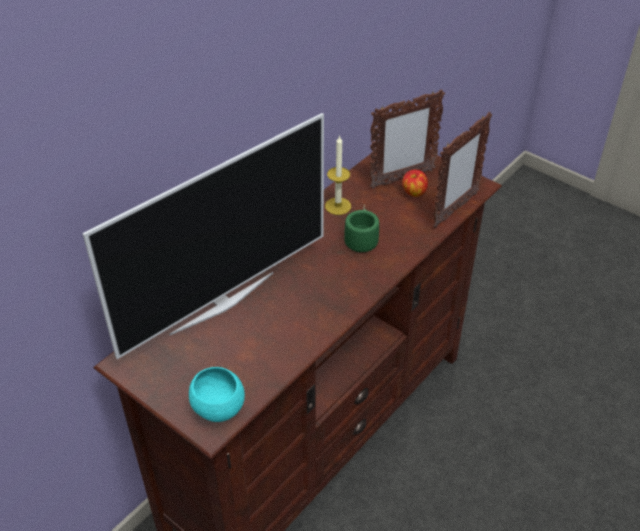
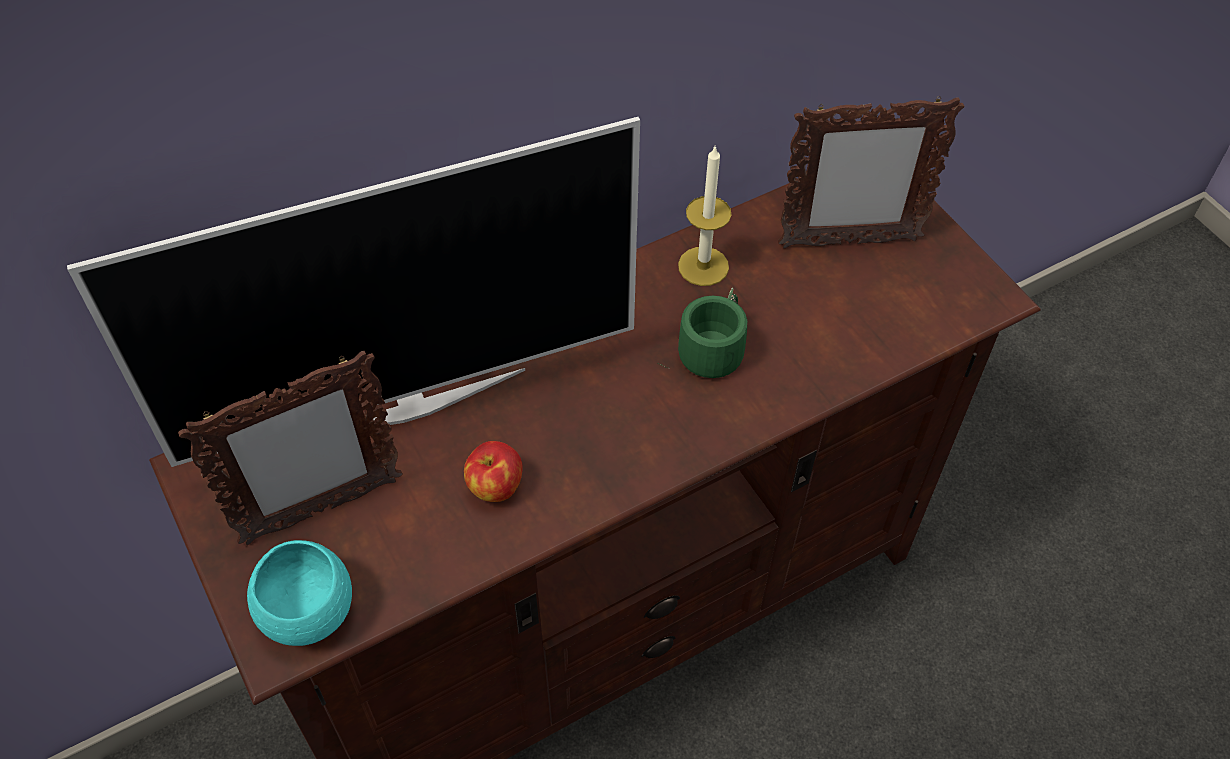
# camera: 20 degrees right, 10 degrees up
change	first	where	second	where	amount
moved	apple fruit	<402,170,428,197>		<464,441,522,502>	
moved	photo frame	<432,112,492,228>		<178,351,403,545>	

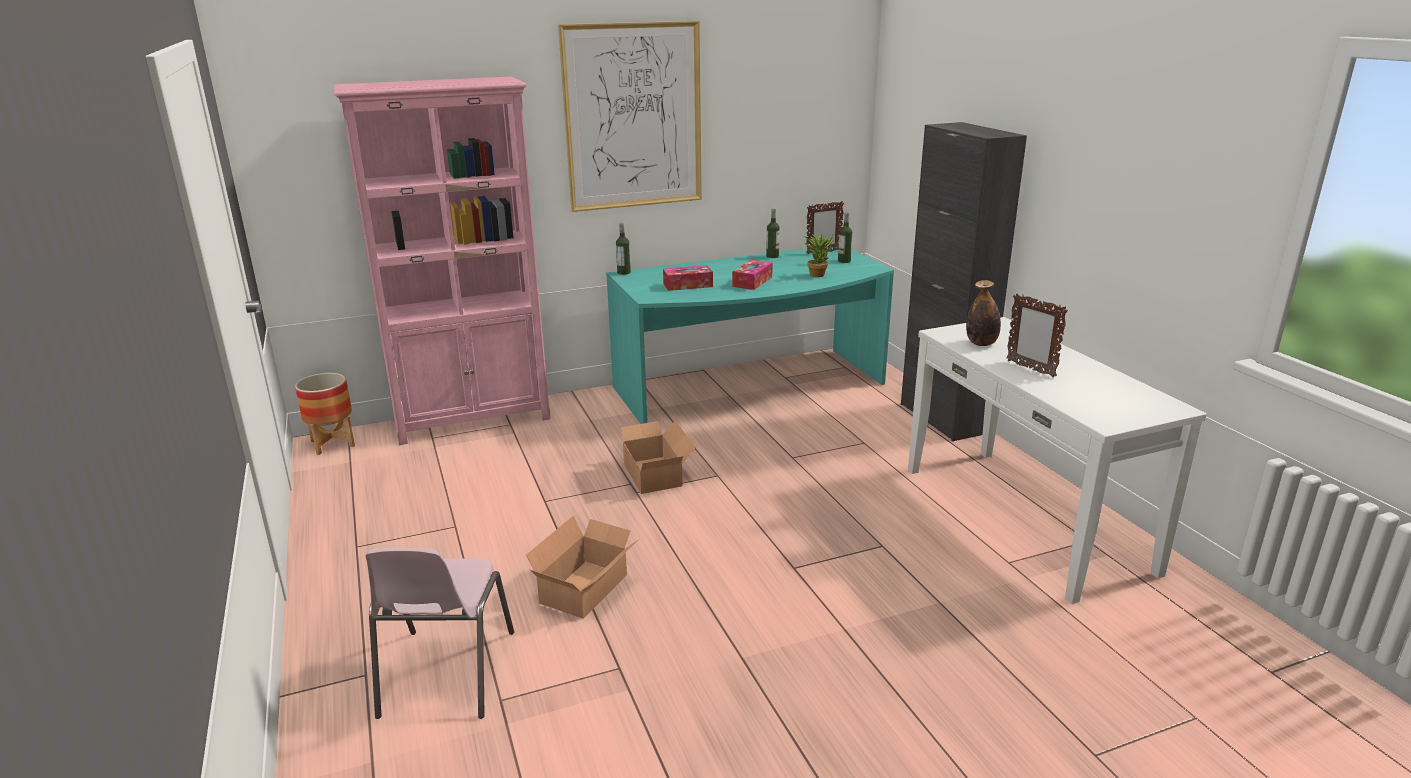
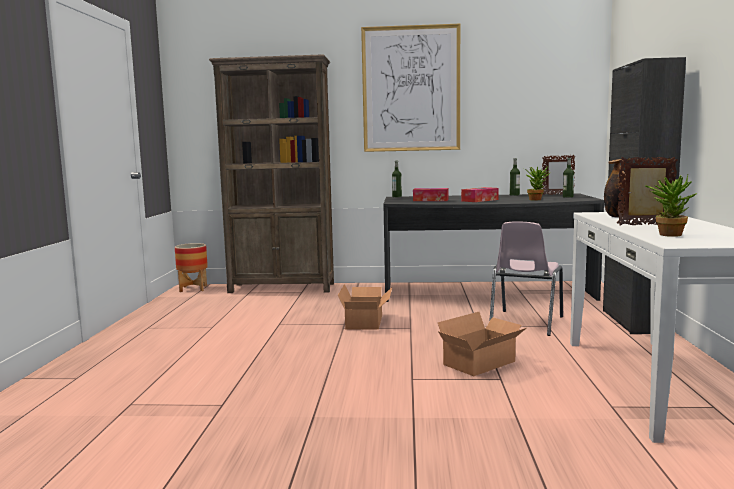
# camera: 25 degrees right, 15 degrees down
change	first	where	second	where	amount
recoloured	pink-coloured bookshelf	<333,77,550,445>	brownish bookshelf	<209,54,334,293>	
moved	pink-coloured chair	<365,548,514,719>		<489,221,563,336>	
moved	packing box	<526,515,638,619>		<437,312,526,376>	
recoloured	blue-green desk table	<606,247,894,424>	grey desk table	<383,193,604,302>	
turned	photo frame	<1006,293,1068,378>		<617,157,678,226>	105 degrees clockwise
added			plant in a pot	<645,175,697,237>	

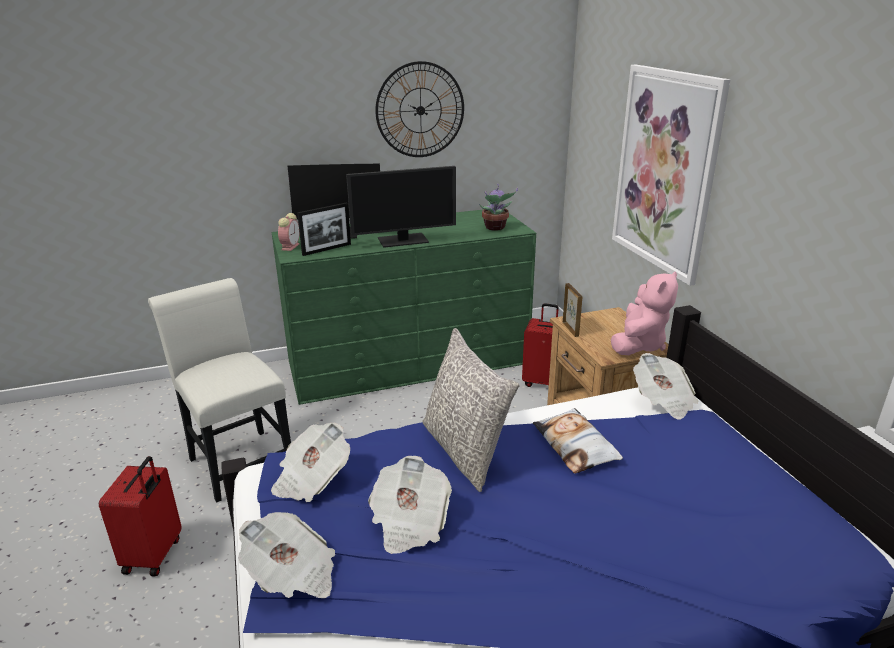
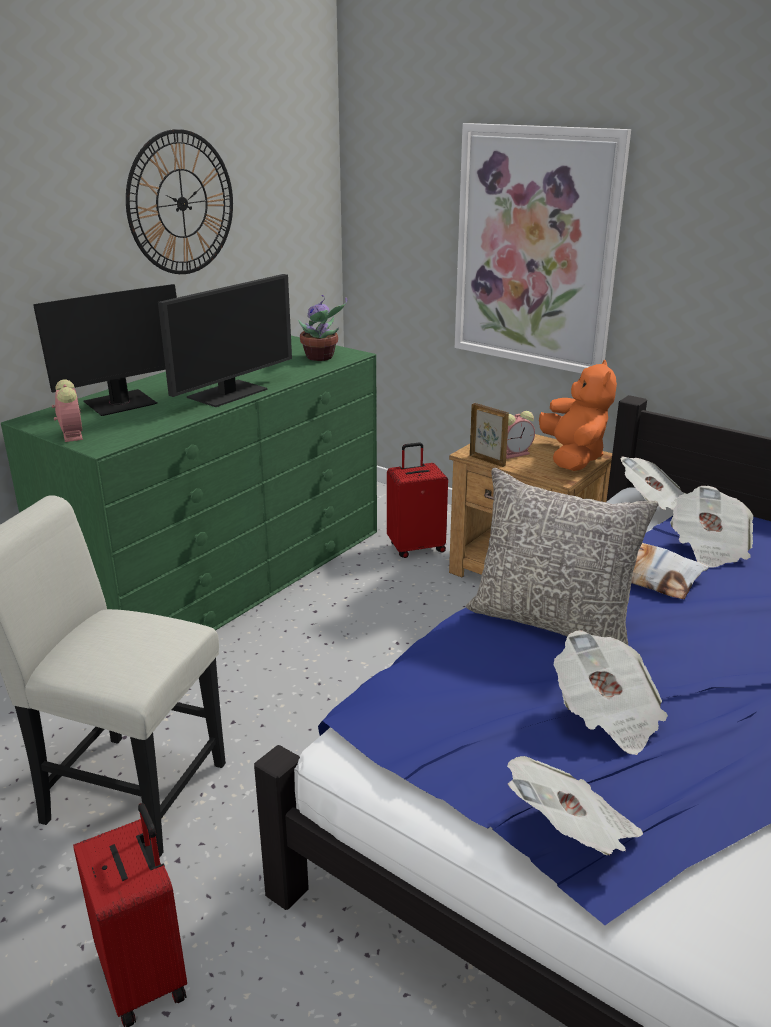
# camera: 35 degrees left, 0 degrees up
change	first	where	second	where	amount
moved	daily paper	<271,423,350,502>		<671,486,753,568>	
removed	photo frame	<297,203,351,256>			
recoloured	pink-coloured cuddly toy	<611,271,678,355>	orange-coloured cuddly toy	<539,360,617,471>	
added			table clock	<506,411,535,459>	

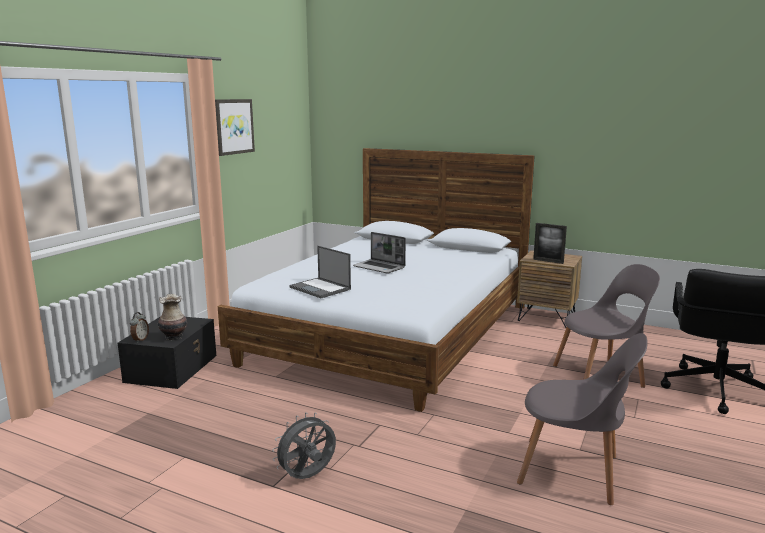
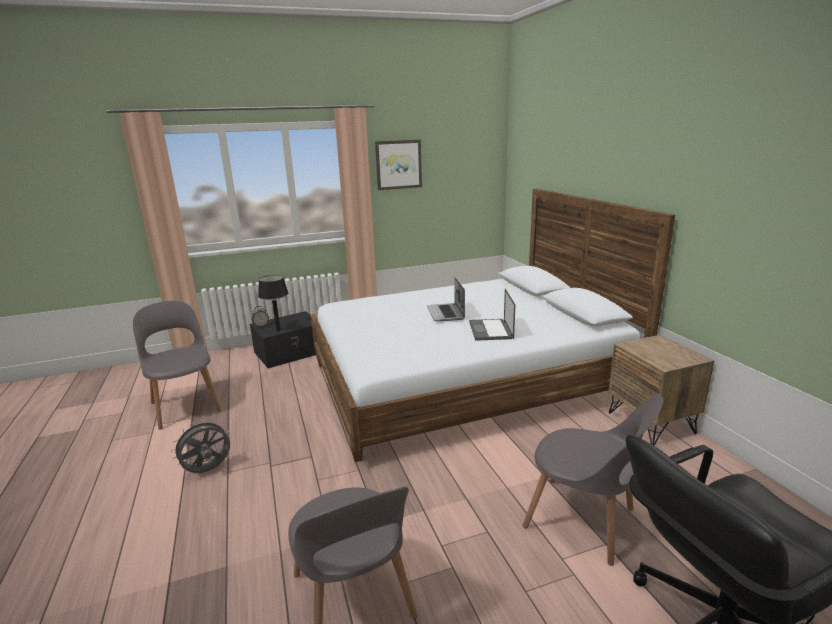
# camera: 45 degrees right, 5 degrees up
change	first	where	second	where	amount
replaced	flower vase	<158,294,187,340>	black-coloured lamp for a table	<258,275,288,331>	
turned	grey fan	<272,412,336,479>		<171,419,230,473>	45 degrees counterclockwise
moved	laptop	<289,246,351,298>		<469,289,515,341>	
removed	photo frame	<533,223,567,264>			
added			grey chair	<133,301,222,430>	

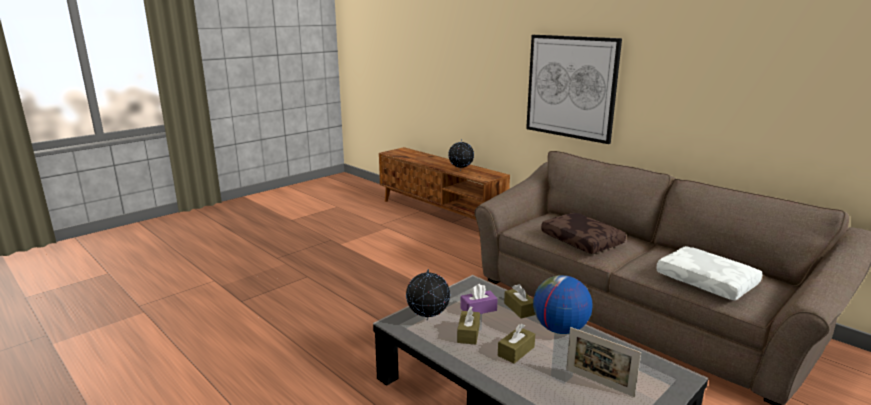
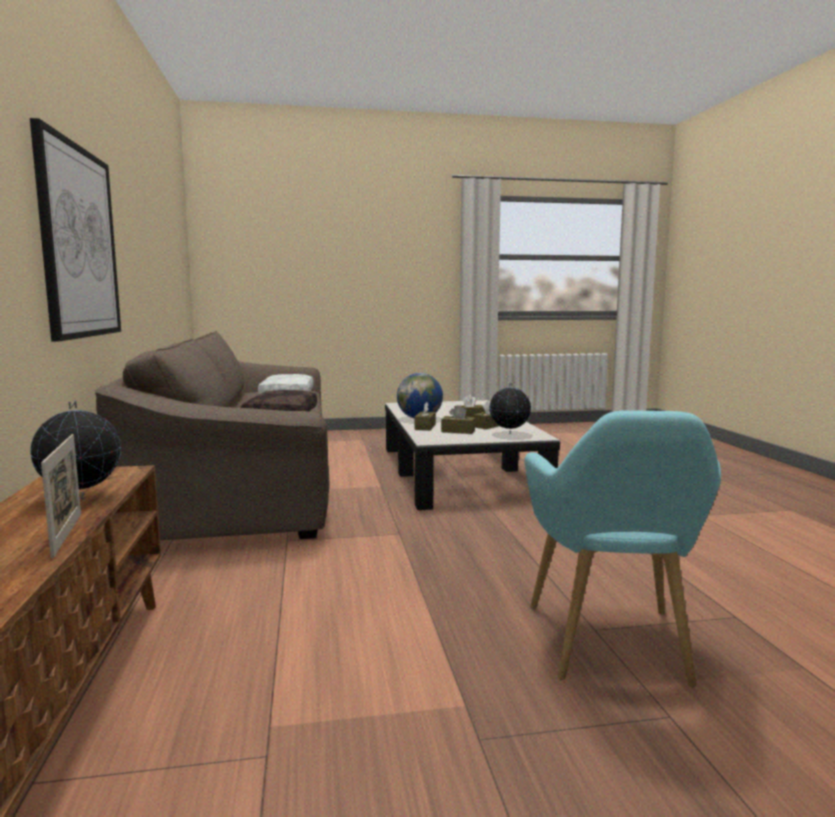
# camera: 145 degrees left, 10 degrees down
change	first	where	second	where	amount
recoloured	purplish tissue box	<460,284,498,314>	brownish tissue box	<441,405,475,434>	
moved	photo frame	<566,327,641,397>		<41,434,81,558>	
added			blue-green lounge chair	<524,410,721,687>	

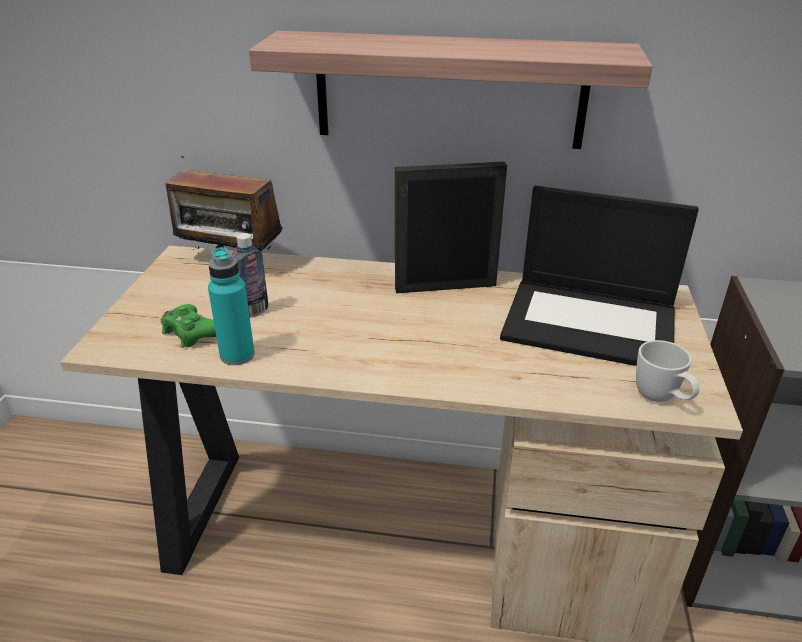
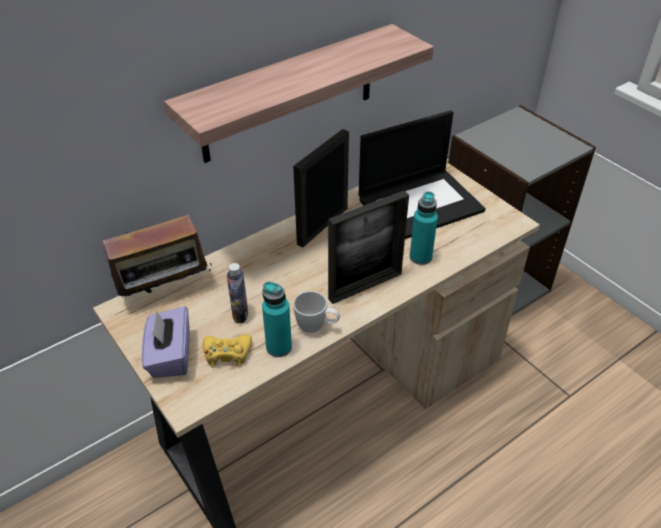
# camera: 45 degrees left, 10 degrees up
change	first	where	second	where	amount
recoloured	greenish game controller	<161,304,216,348>	yellowish game controller	<203,335,252,368>	
moved	white tea mug	<636,340,700,402>		<293,291,340,333>	
added			purplish tissue box	<142,306,190,378>	
added			photo frame	<328,191,409,304>	
added			blue-green drink bottle	<410,191,438,265>	

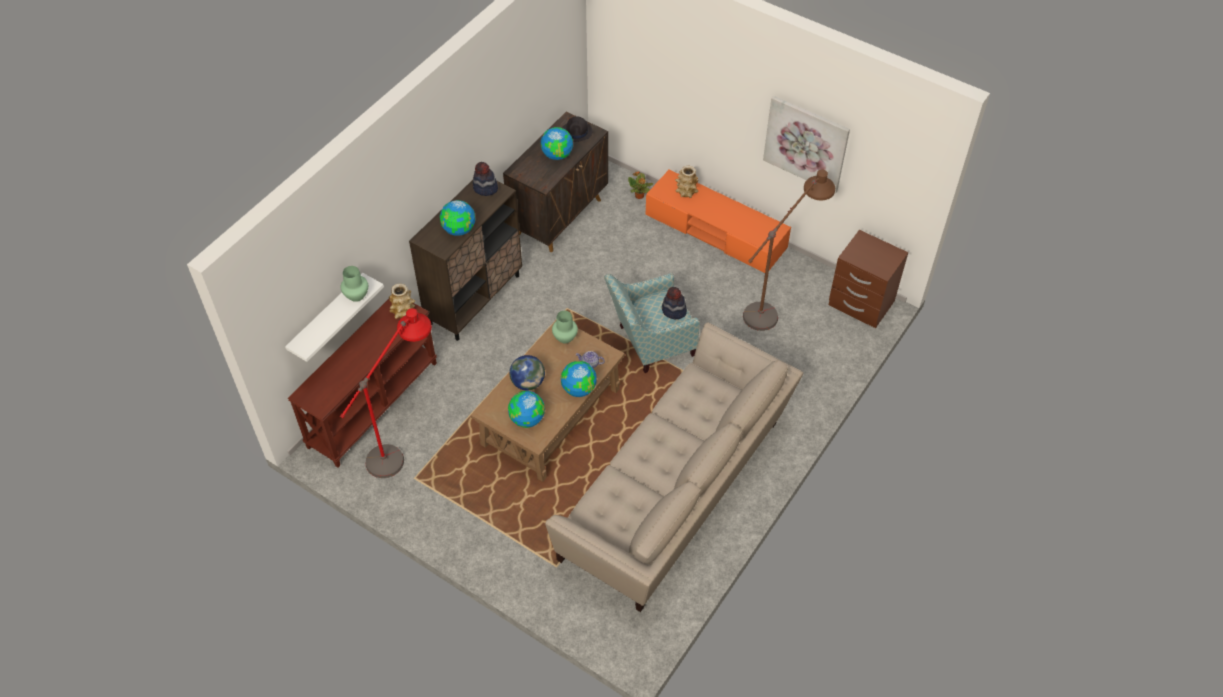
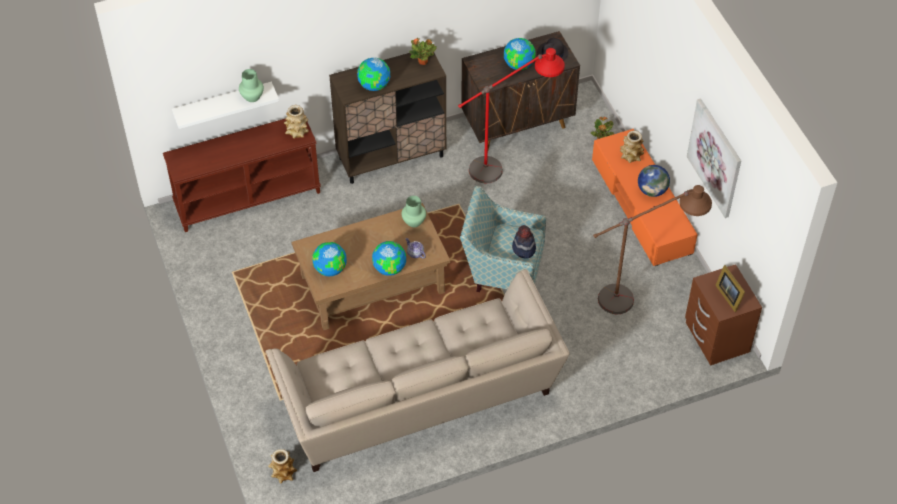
# camera: 35 degrees right, 0 degrees up
change	first	where	second	where	amount
moved	reddish standing lamp	<340,308,432,478>		<458,48,565,183>	
replaced	hat	<473,162,498,196>	plant in a pot	<409,38,437,65>	
moved	world globe	<510,355,545,391>		<638,165,670,197>	
added			flower vase	<268,449,297,484>	
added			photo frame	<715,265,745,312>	

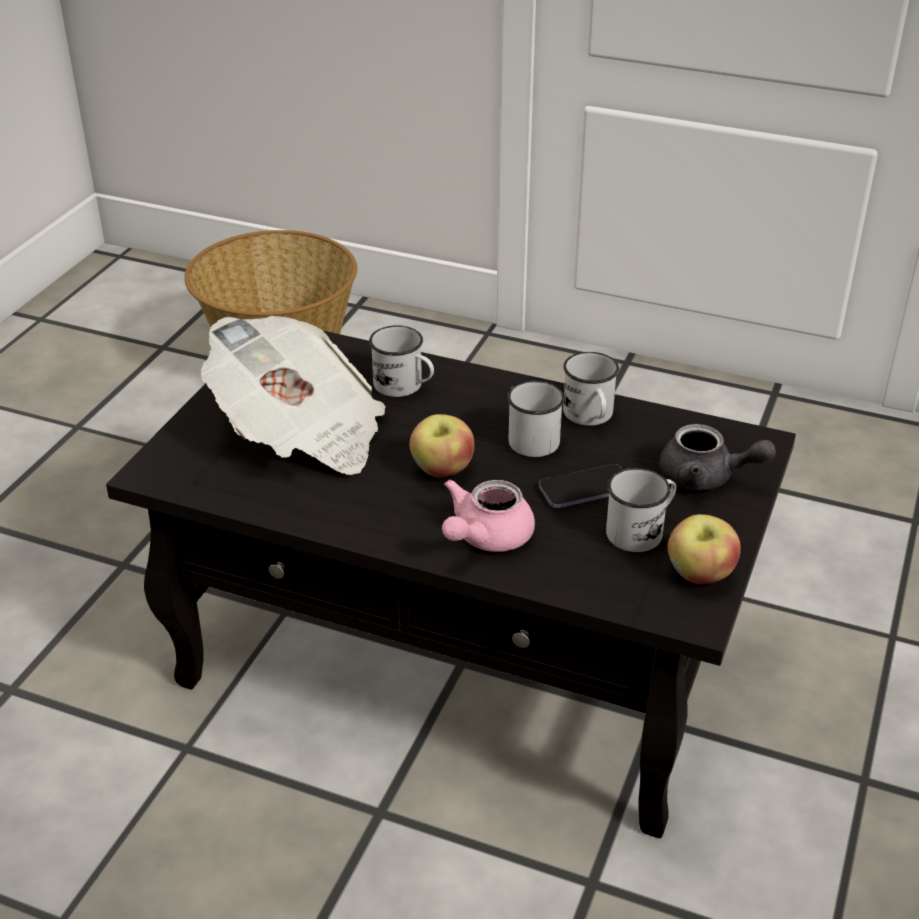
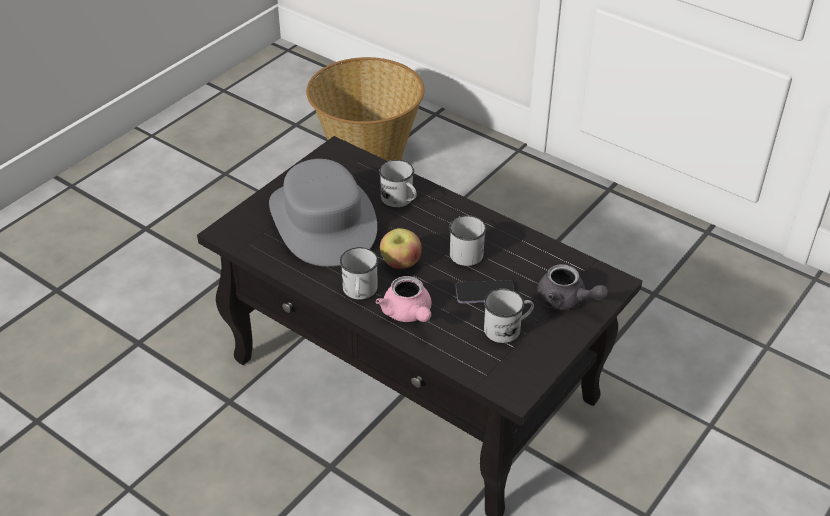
# camera: 15 degrees right, 5 degrees up
change	first	where	second	where	amount
replaced	daily paper	<200,316,386,475>	grey hat	<269,159,377,267>	
turned	pink-coloured pot for tea	<442,479,535,552>		<376,276,432,322>	75 degrees counterclockwise
moved	white tea mug	<563,352,619,426>		<340,247,379,300>	
removed	apple fruit	<667,514,741,584>			

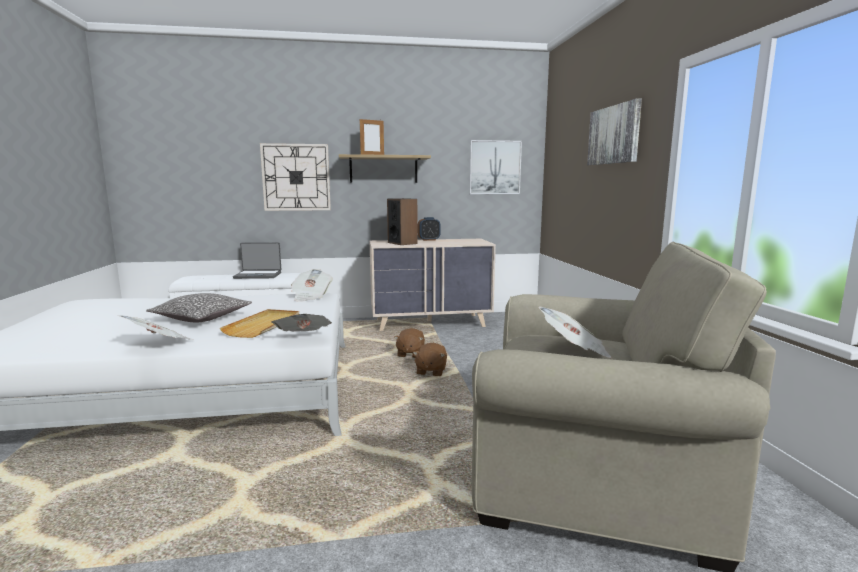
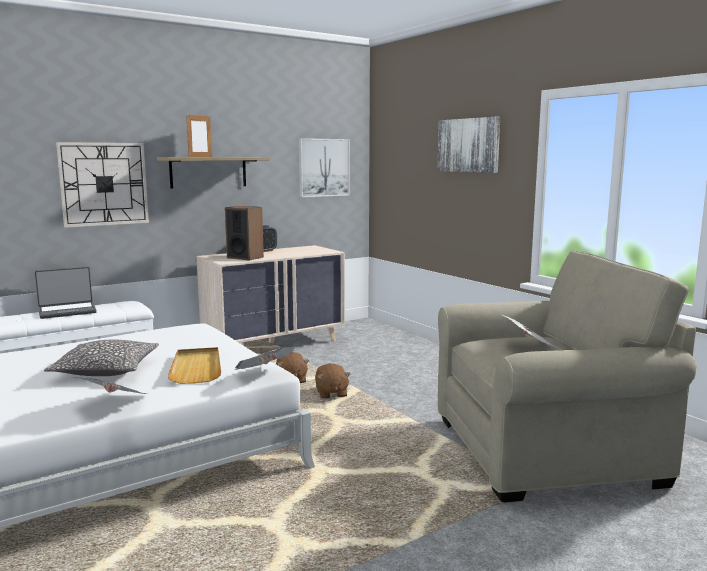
# camera: 25 degrees left, 0 degrees up
change	first	where	second	where	amount
removed	daily paper	<291,269,333,302>			

